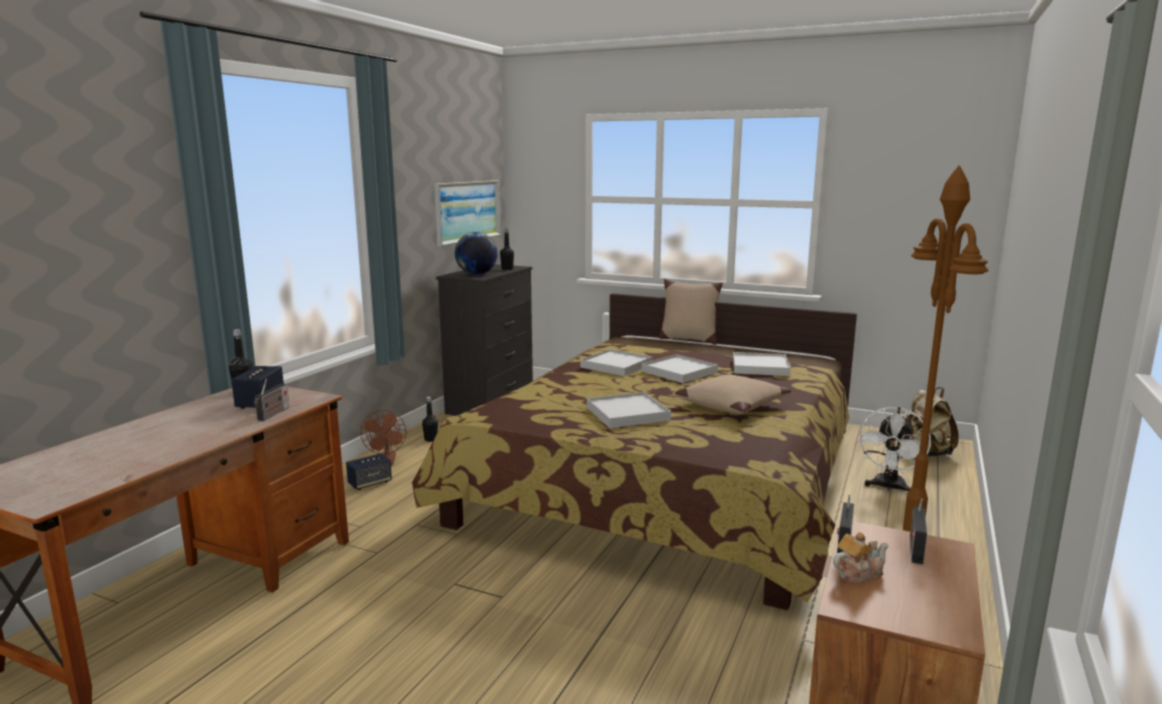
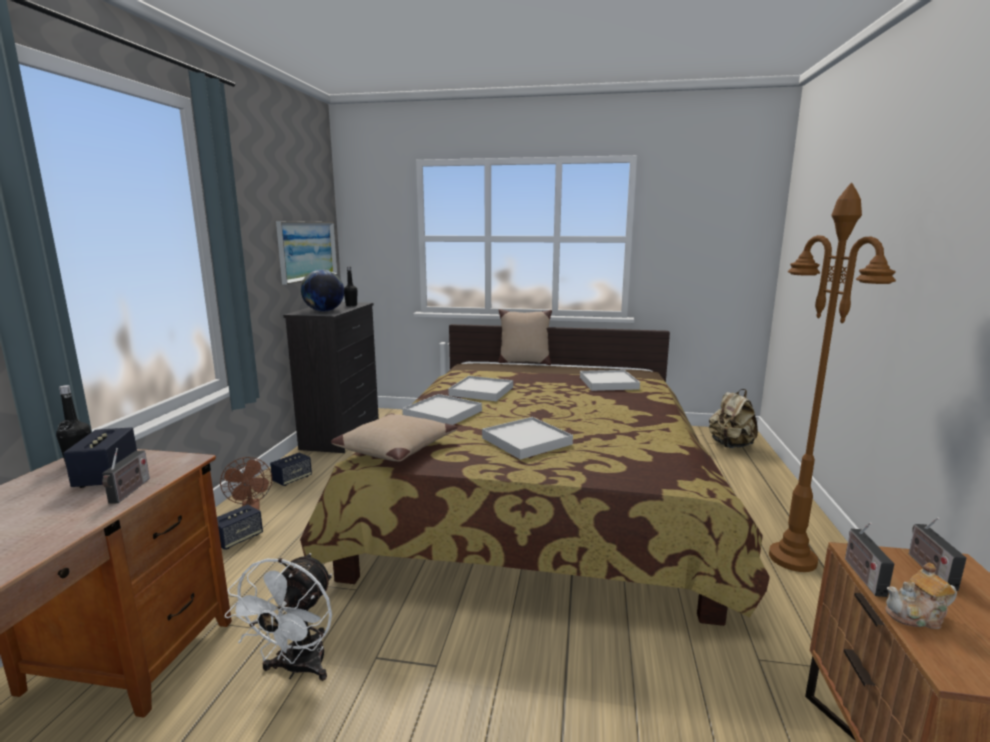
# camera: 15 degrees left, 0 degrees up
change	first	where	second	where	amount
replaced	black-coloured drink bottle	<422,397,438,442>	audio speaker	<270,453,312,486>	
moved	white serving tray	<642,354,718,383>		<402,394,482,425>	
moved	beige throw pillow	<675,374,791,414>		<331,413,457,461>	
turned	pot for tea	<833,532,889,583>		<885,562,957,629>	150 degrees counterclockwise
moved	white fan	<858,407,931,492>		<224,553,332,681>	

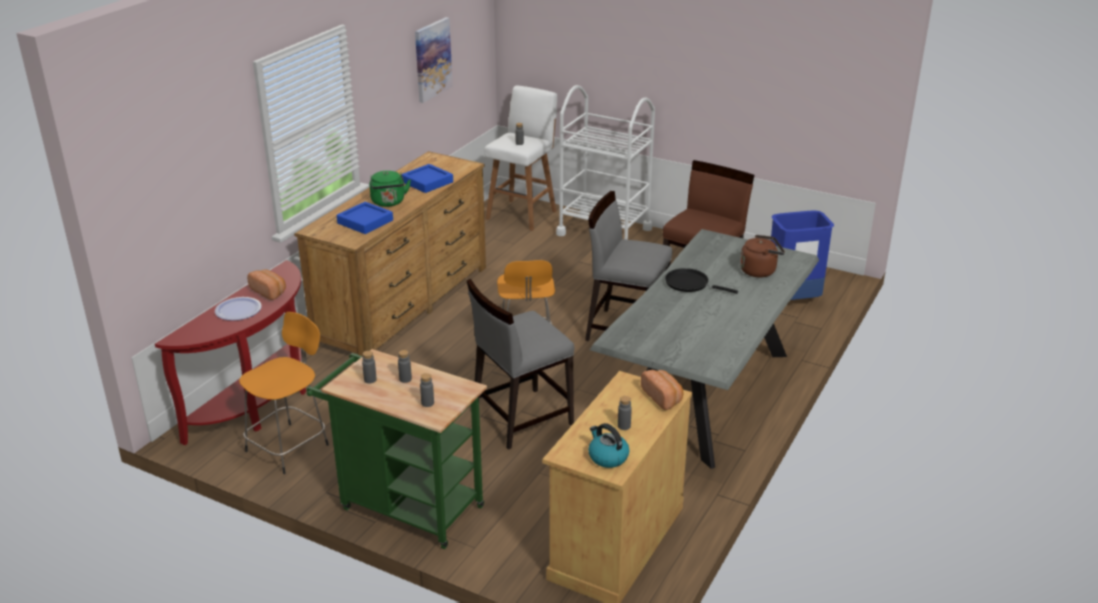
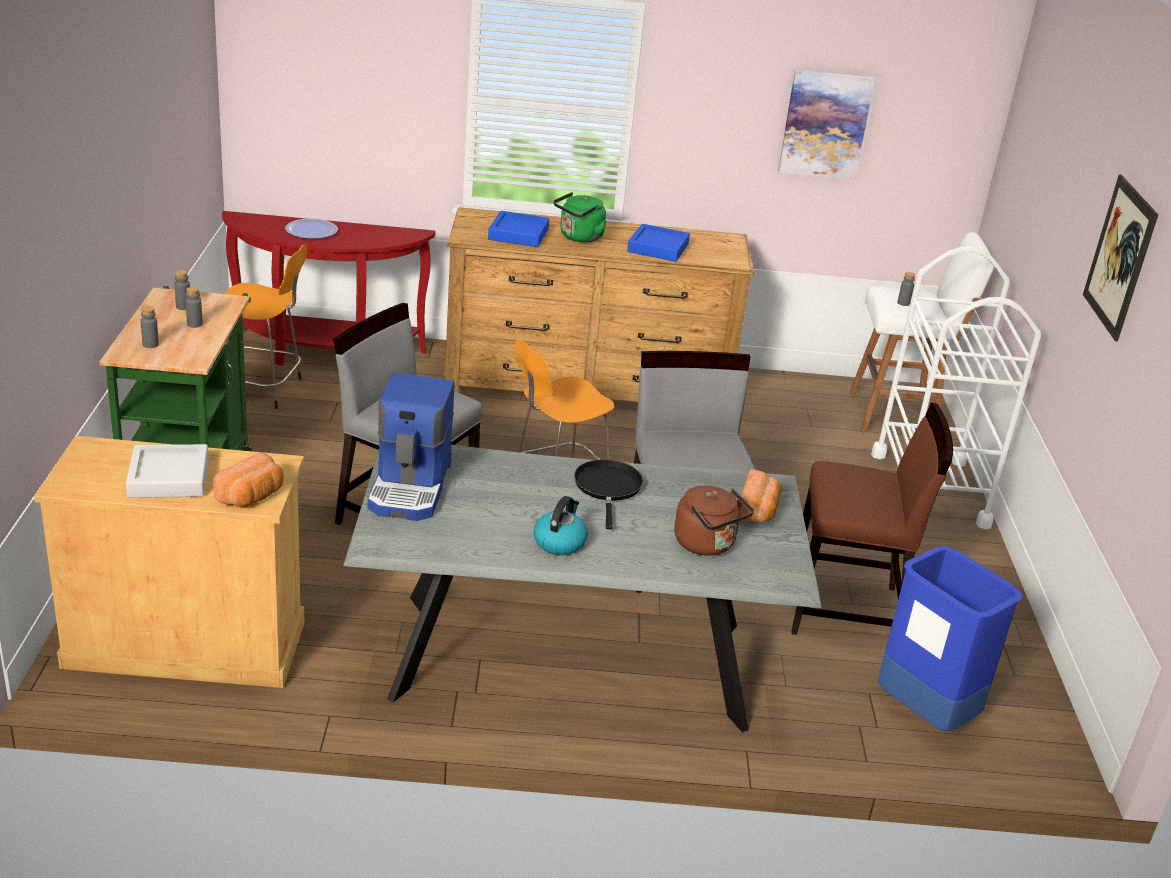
# camera: 60 degrees right, 0 degrees up
change	first	where	second	where	amount
moved	bakery bread	<247,270,286,300>		<740,469,782,523>	
moved	tea kettle	<588,423,629,468>		<534,496,588,555>	
replaced	grey drink bottle	<618,396,632,430>	grey serving tray	<126,444,209,498>	
added			coffee maker	<368,373,454,521>	
added			wall picture	<1083,174,1158,342>	

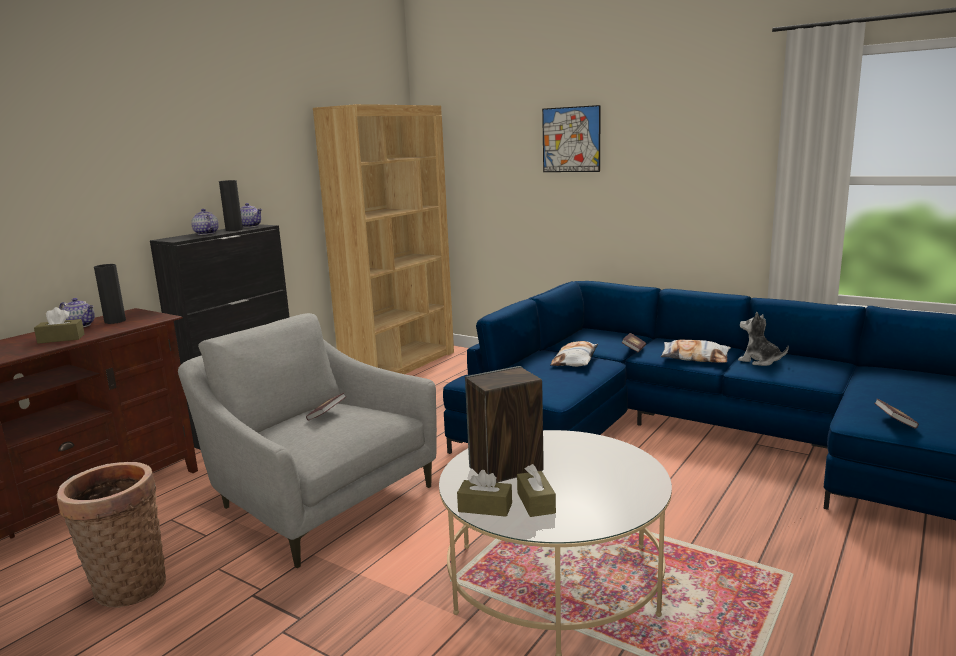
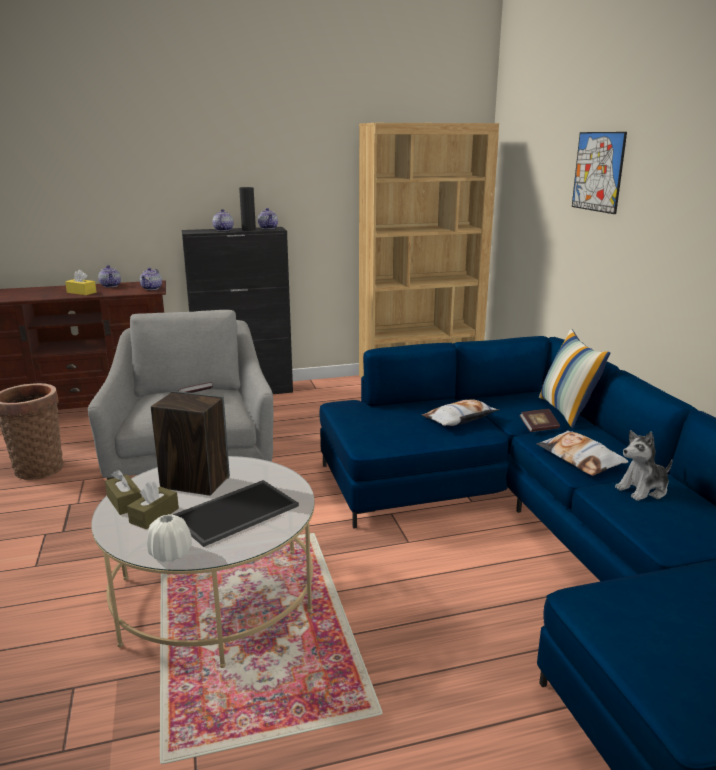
# camera: 40 degrees right, 5 degrees up
change	first	where	second	where	amount
recoloured	brownish tissue box	<34,307,85,344>	yellowish tissue box	<65,270,96,295>	
removed	black-coloured flower vase	<94,264,126,324>			
turned	cuddly toy	<738,312,789,366>		<615,430,673,501>	105 degrees counterclockwise
removed	book	<874,399,919,429>			
added			pot for tea	<140,268,162,290>	
added			white flower vase	<147,514,192,562>	
added			serving tray	<173,480,299,547>	
added			throw pillow	<539,329,610,428>	

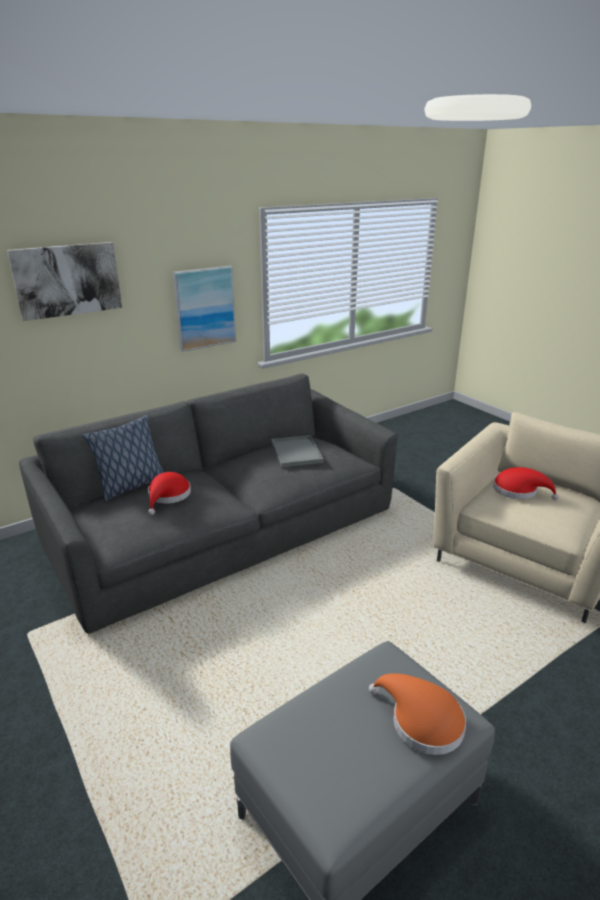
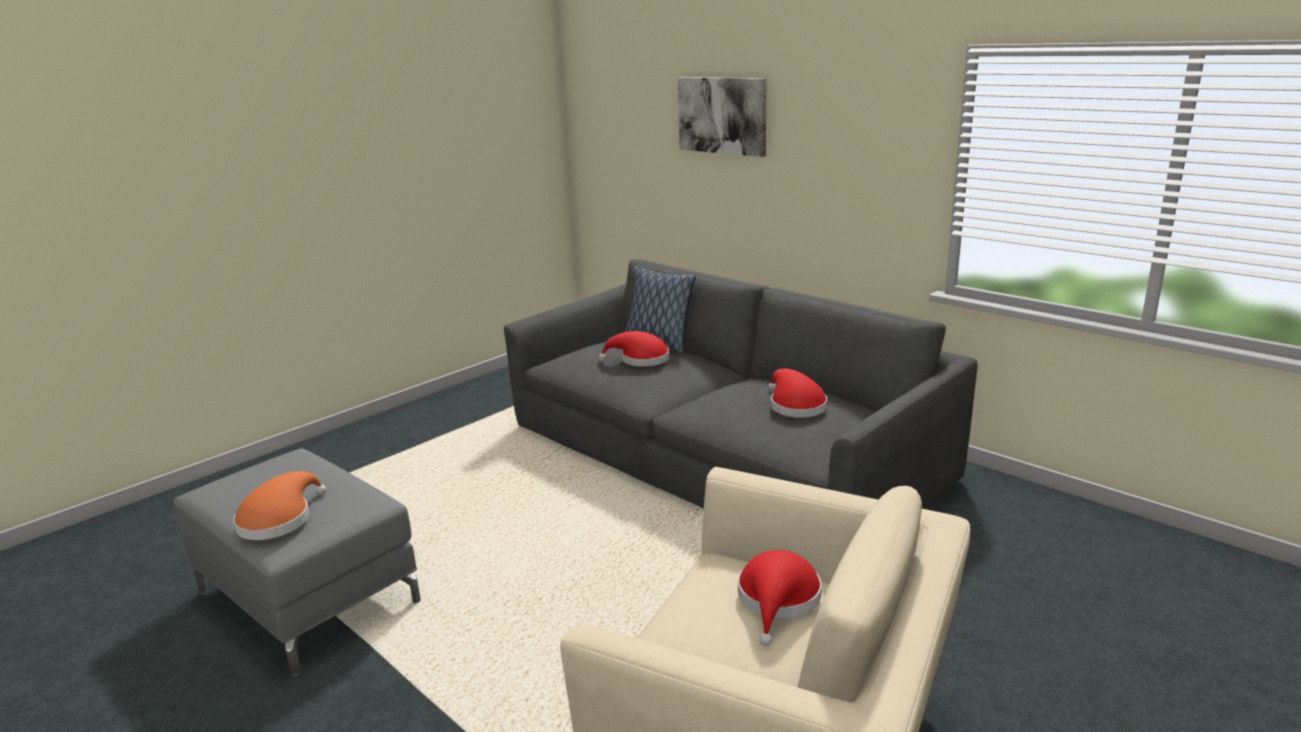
# camera: 80 degrees right, 5 degrees down
change	first	where	second	where	amount
removed	wall picture	<173,266,236,352>			
replaced	grey serving tray	<271,435,324,467>	reddish hat	<768,368,827,418>	

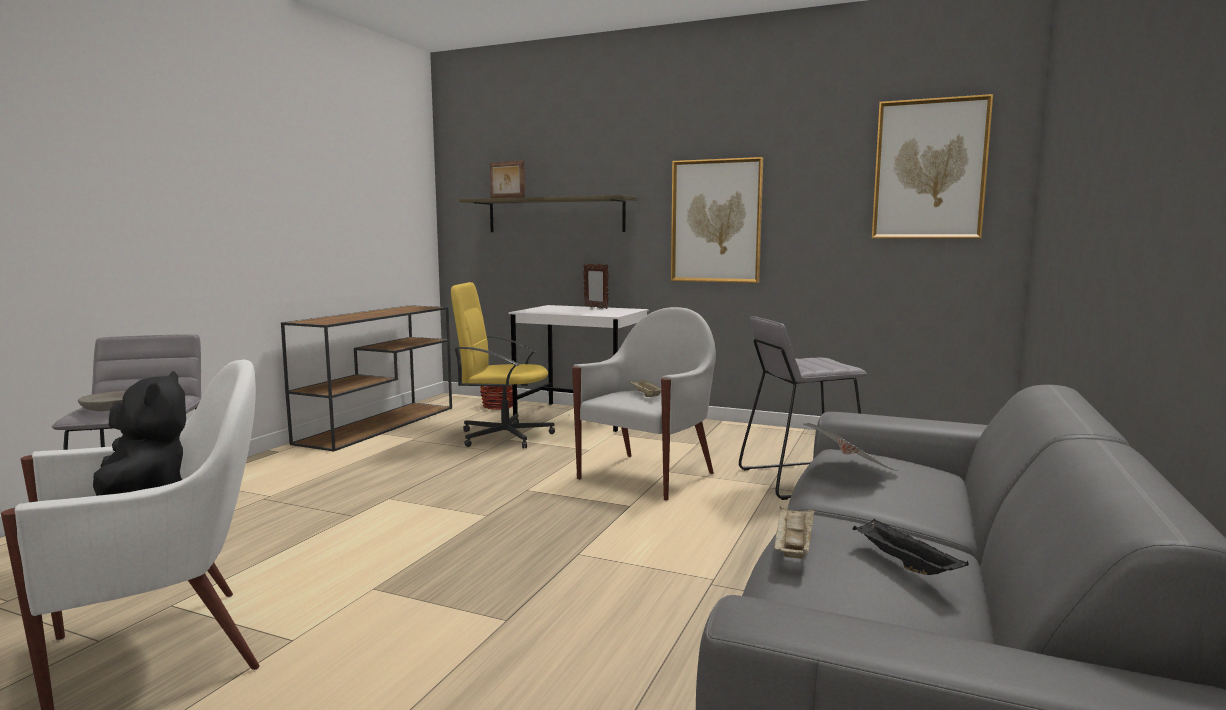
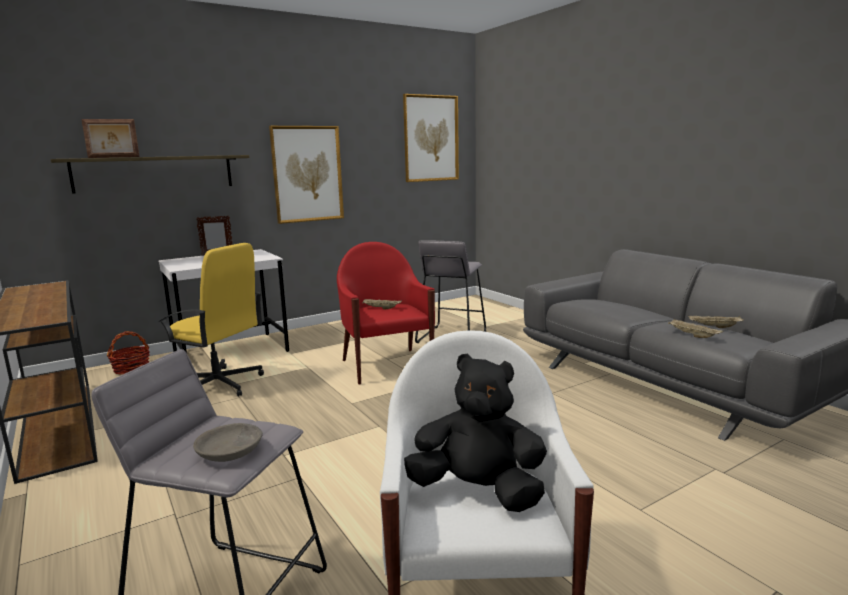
# camera: 55 degrees left, 5 degrees up
change	first	where	second	where	amount
turned	yellowish computer chair	<451,282,555,448>		<158,243,264,396>	105 degrees counterclockwise
recoloured	white lounge chair	<572,307,716,501>	reddish lounge chair	<337,242,435,385>	
removed	daily paper	<804,423,897,471>			
recoloured	black-coloured serving tray	<853,518,969,575>	beige serving tray	<688,316,744,328>	

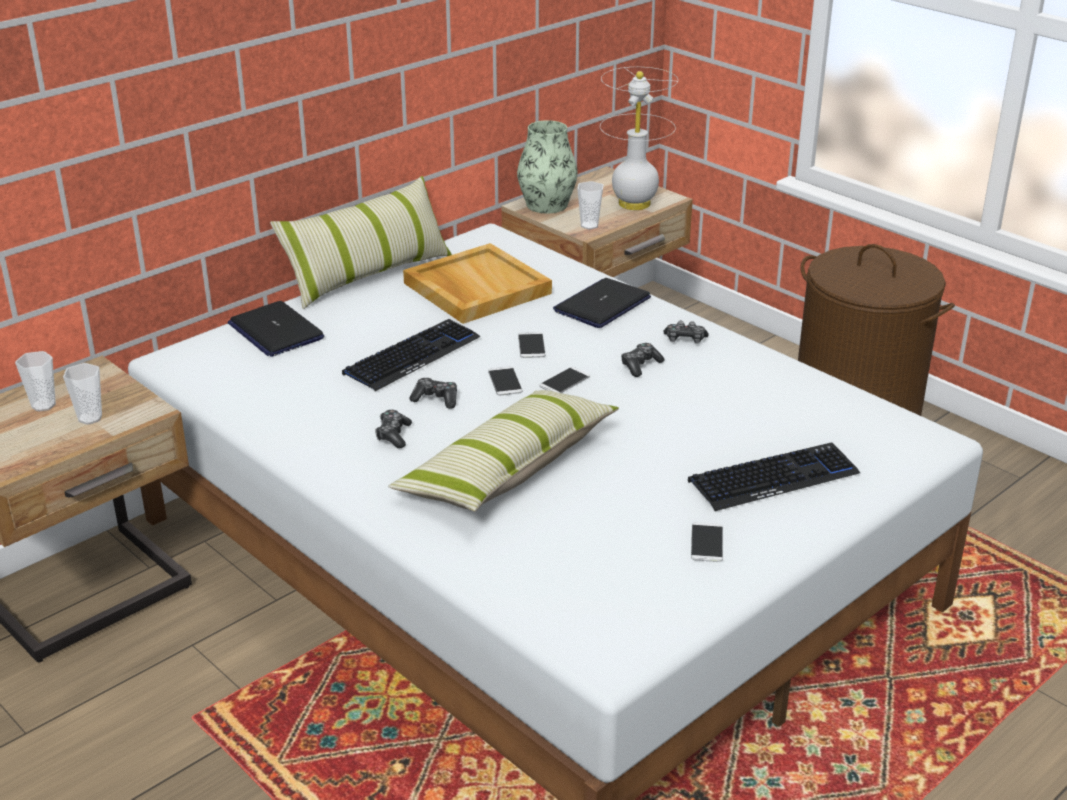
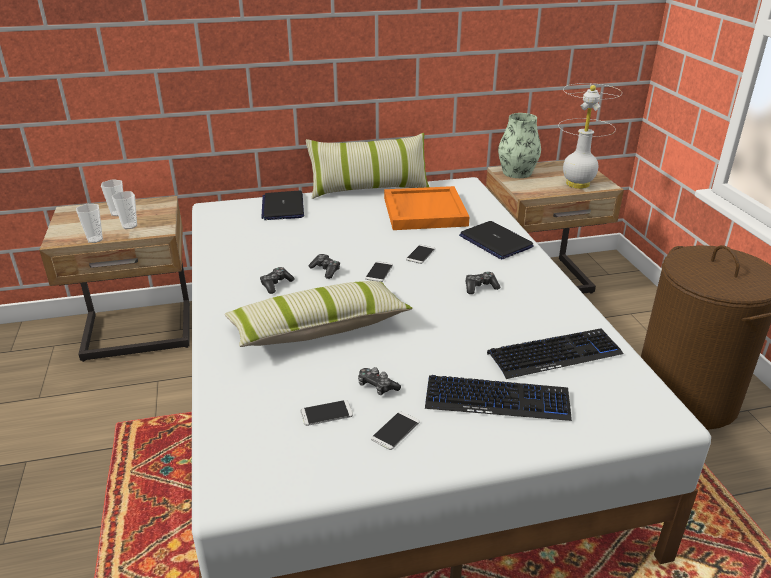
# camera: 30 degrees right, 0 degrees up
change	first	where	second	where	amount
moved	computer keyboard	<342,319,480,391>		<487,328,623,379>	
recoloured	beige serving tray	<403,243,552,324>	orange-coloured serving tray	<384,186,469,230>	
moved	handset	<539,367,590,393>		<300,400,353,426>	
turned	laptop	<553,278,651,328>		<459,221,534,259>	105 degrees counterclockwise
moved	drinking cup	<577,181,603,229>		<76,204,103,243>	
moved	game controller	<664,321,709,344>		<358,367,401,395>	

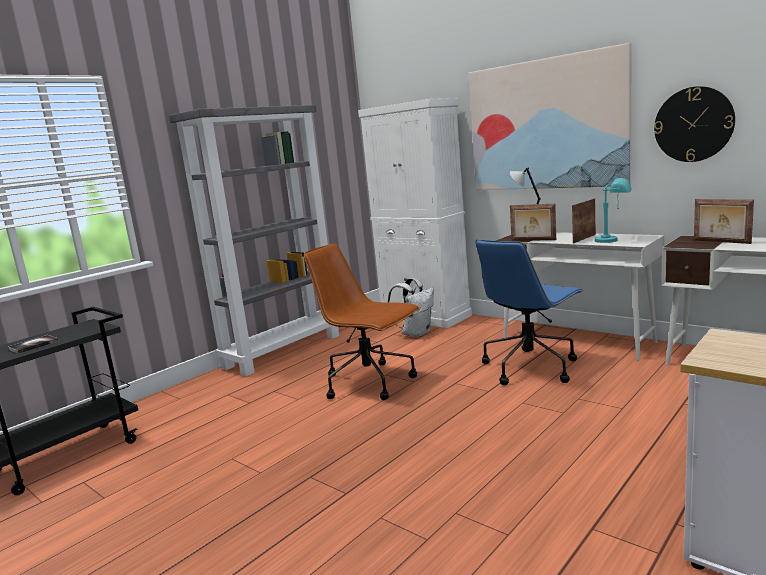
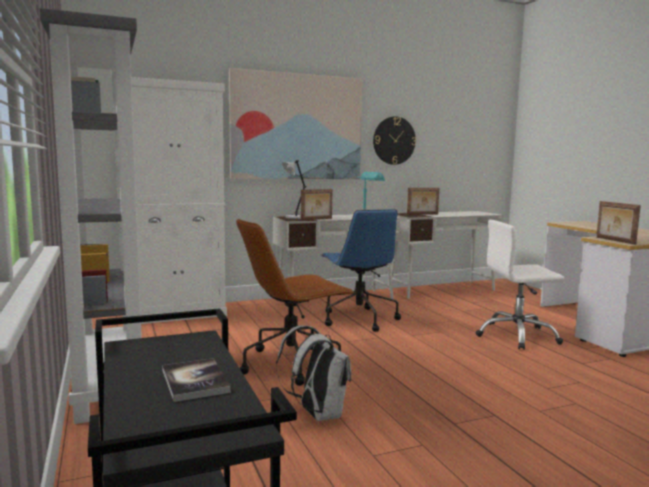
# camera: 65 degrees left, 5 degrees down
change	first	where	second	where	amount
moved	white knapsack	<388,278,434,338>		<276,325,351,421>	
moved	photo frame	<572,199,596,243>		<596,201,641,245>	
added			white computer chair	<475,220,565,350>	

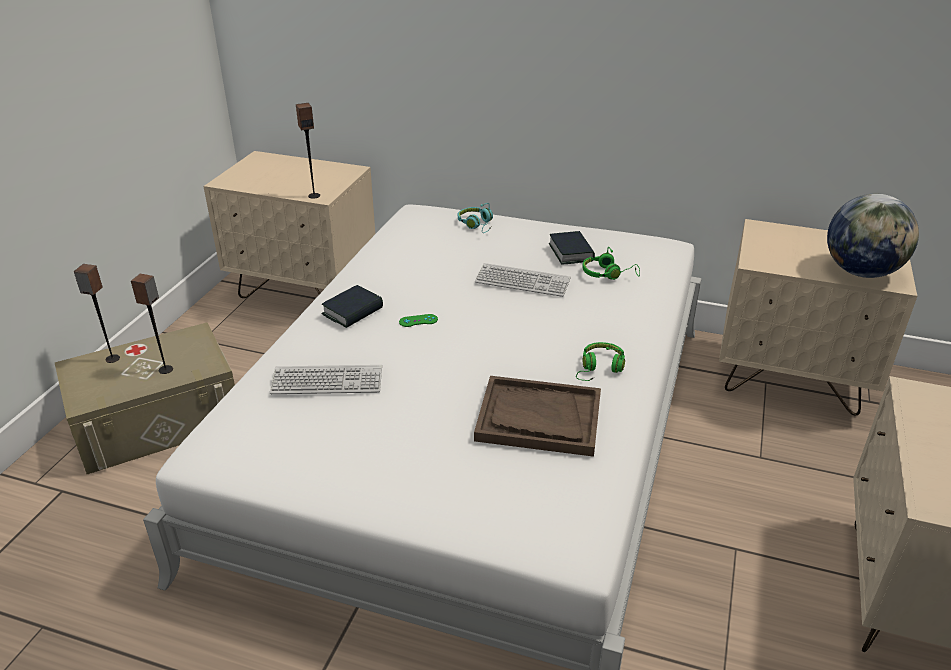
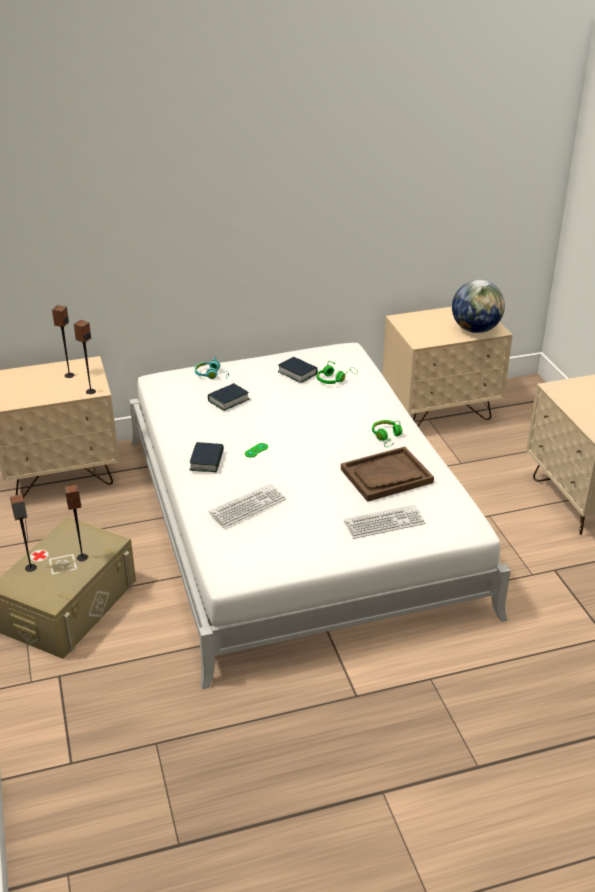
# camera: 35 degrees left, 0 degrees up
change	first	where	second	where	amount
moved	computer keyboard	<475,263,571,297>		<343,505,425,539>	
added			audio speaker	<52,305,74,378>	
added			book	<208,383,250,411>	

